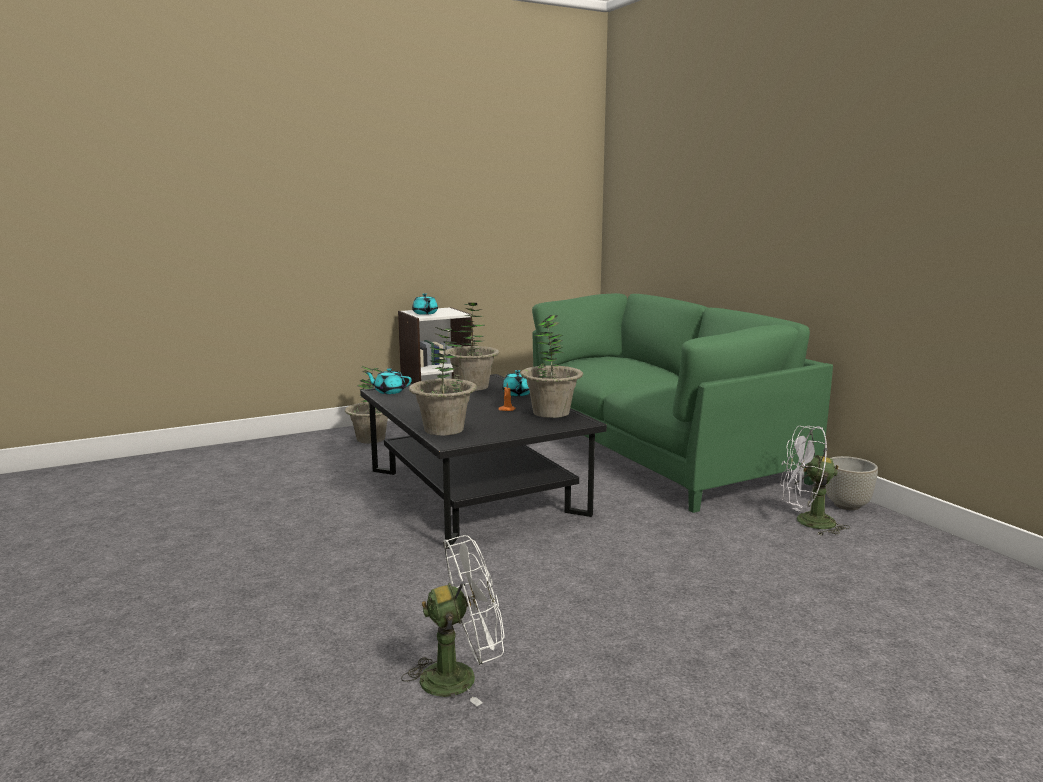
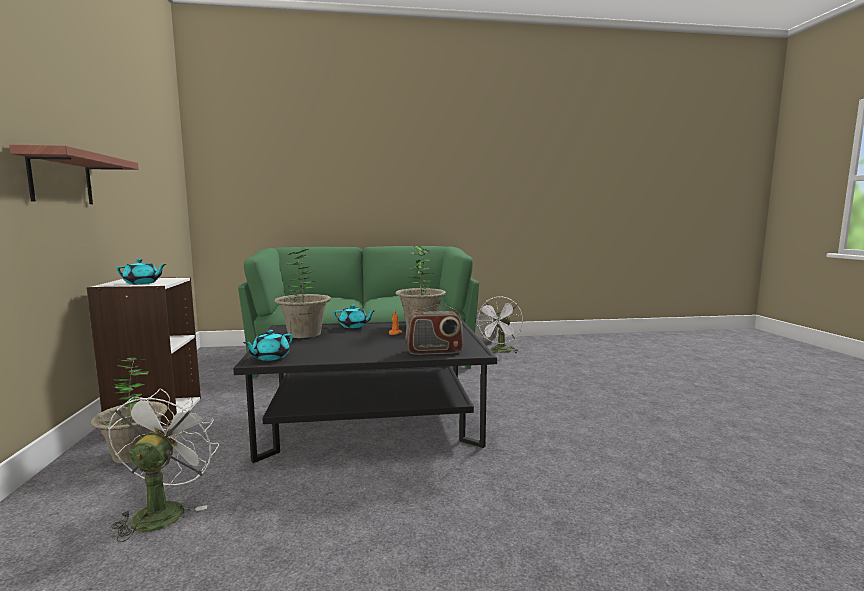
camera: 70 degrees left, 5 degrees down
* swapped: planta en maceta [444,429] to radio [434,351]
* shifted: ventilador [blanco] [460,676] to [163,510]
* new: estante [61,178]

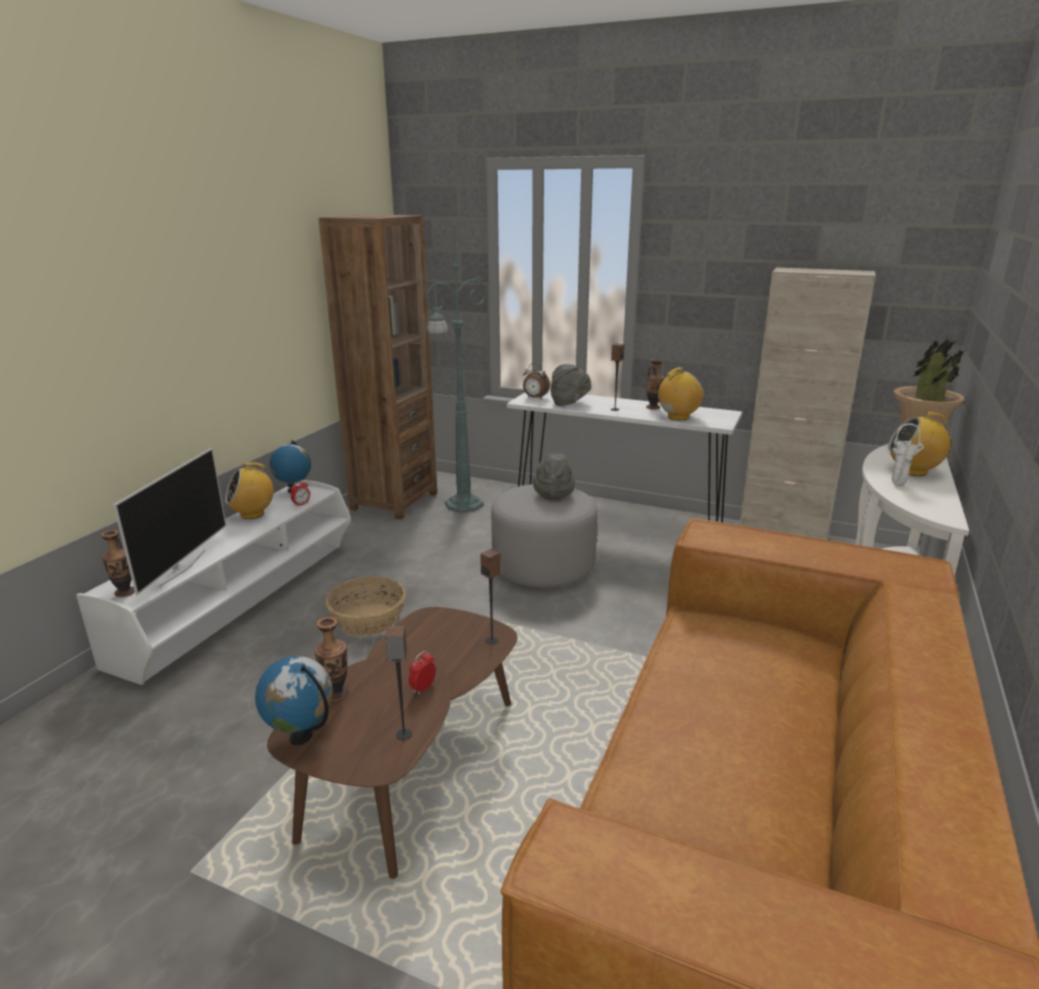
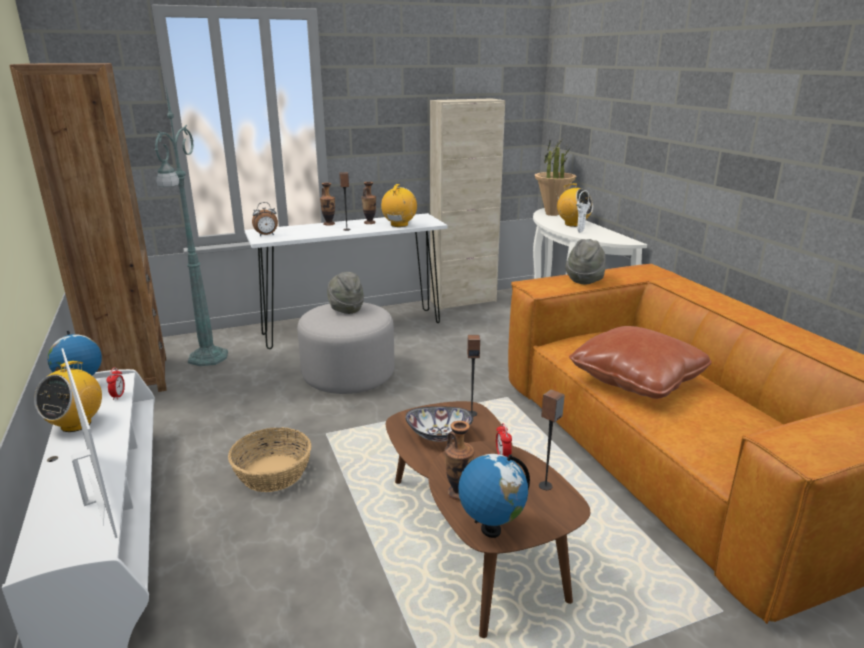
camera: 45 degrees left, 0 degrees up
* shifted: sombrero [gris] [569,403] to [585,279]
* rotated: radio [913,471] = [572,224] 105 degrees counterclockwise
* shifted: florero [125,593] to [329,224]
* new: cojín [marrón] [636,379]
* new: cuenco [439,435]

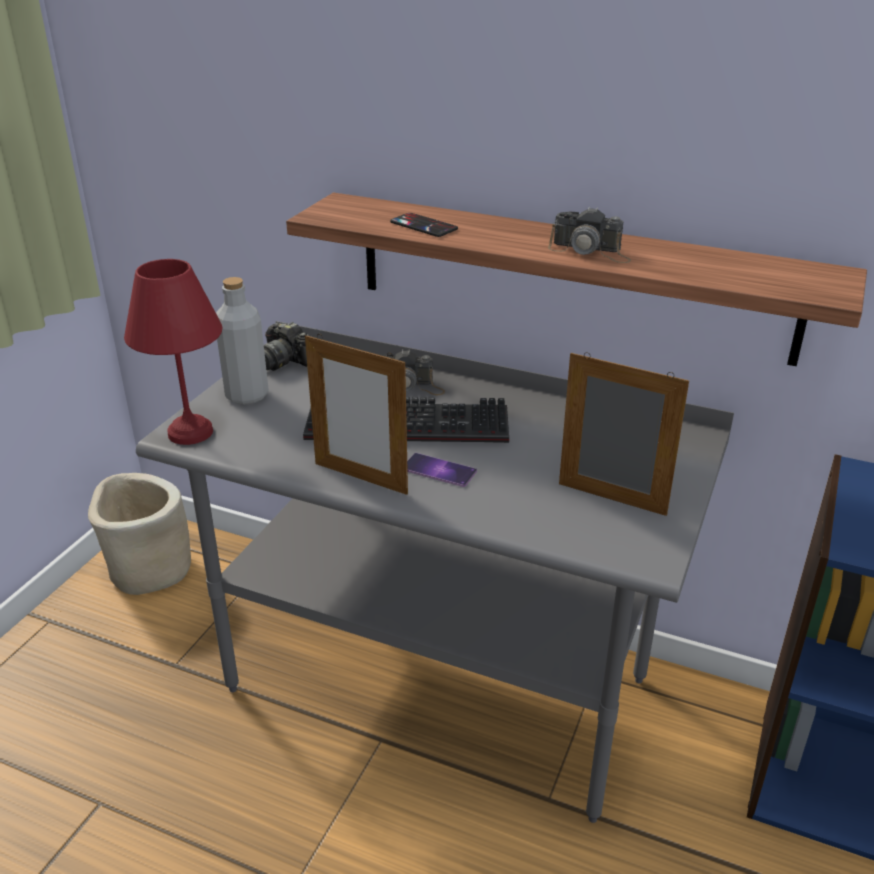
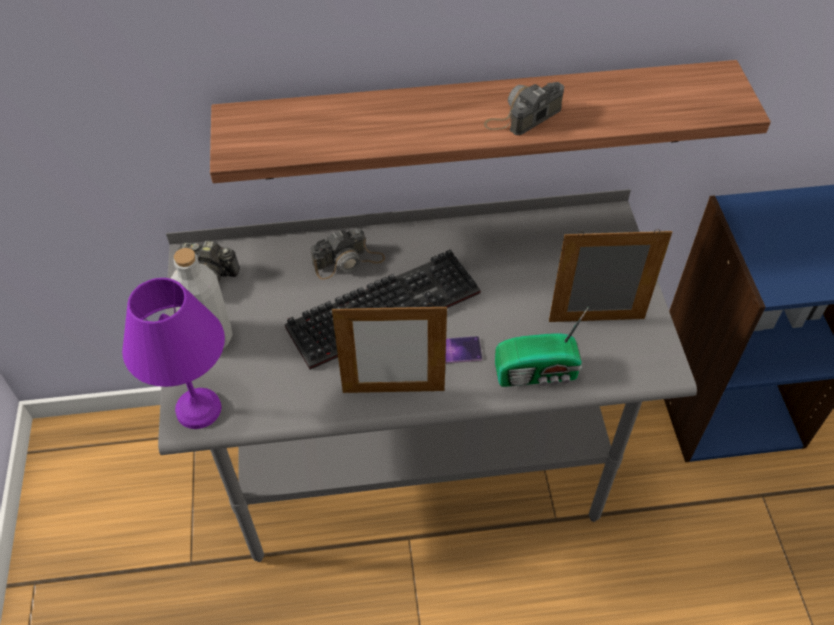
camera: 30 degrees left, 20 degrees up
* rotated: cámara [590,251] = [523,116] 150 degrees clockwise
* gone: móvil [423,226]
* repainted: lámpara de mesa [rojo] [190,434] to lámpara de mesa [morado] [199,411]
* gone: maceta [beis] [148,570]
* new: radio [538,373]

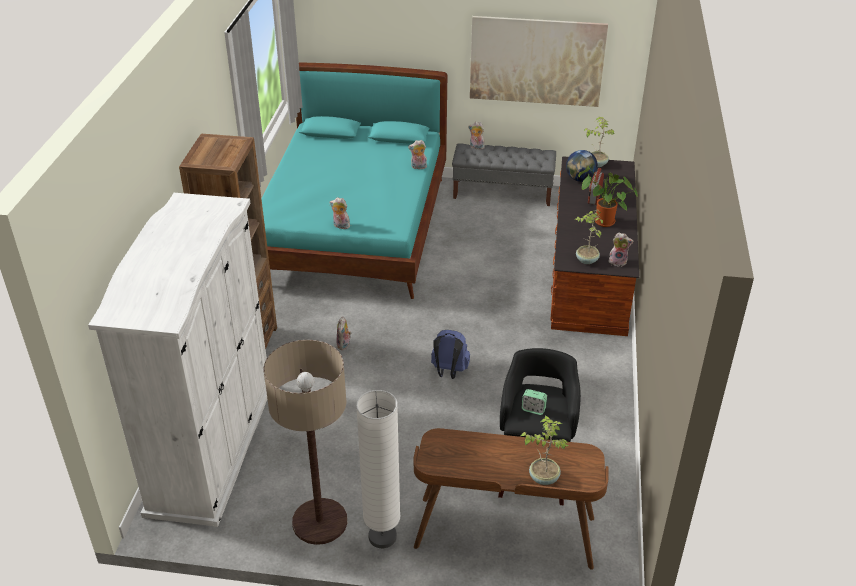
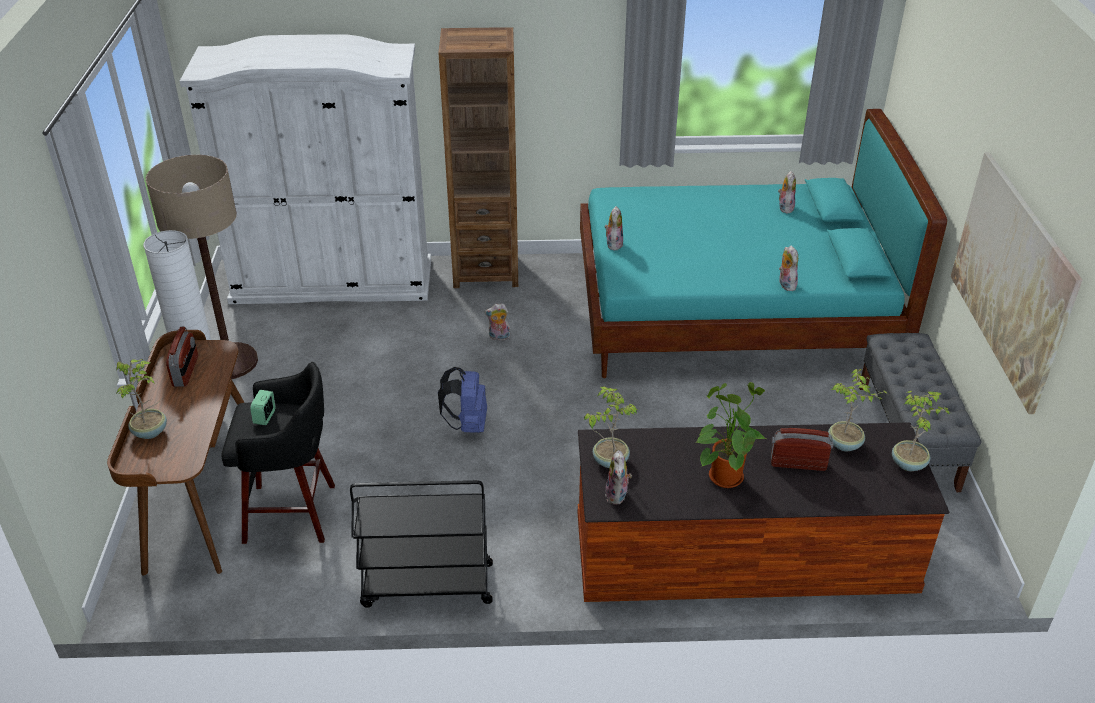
camera: 80 degrees right, 0 degrees up
* shifted: peluche [476,147] to [785,207]
* swapped: globo terráqueo [580,179] to planta en maceta [845,445]
* new: radio [186,371]
* new: carrito [negro] [426,586]

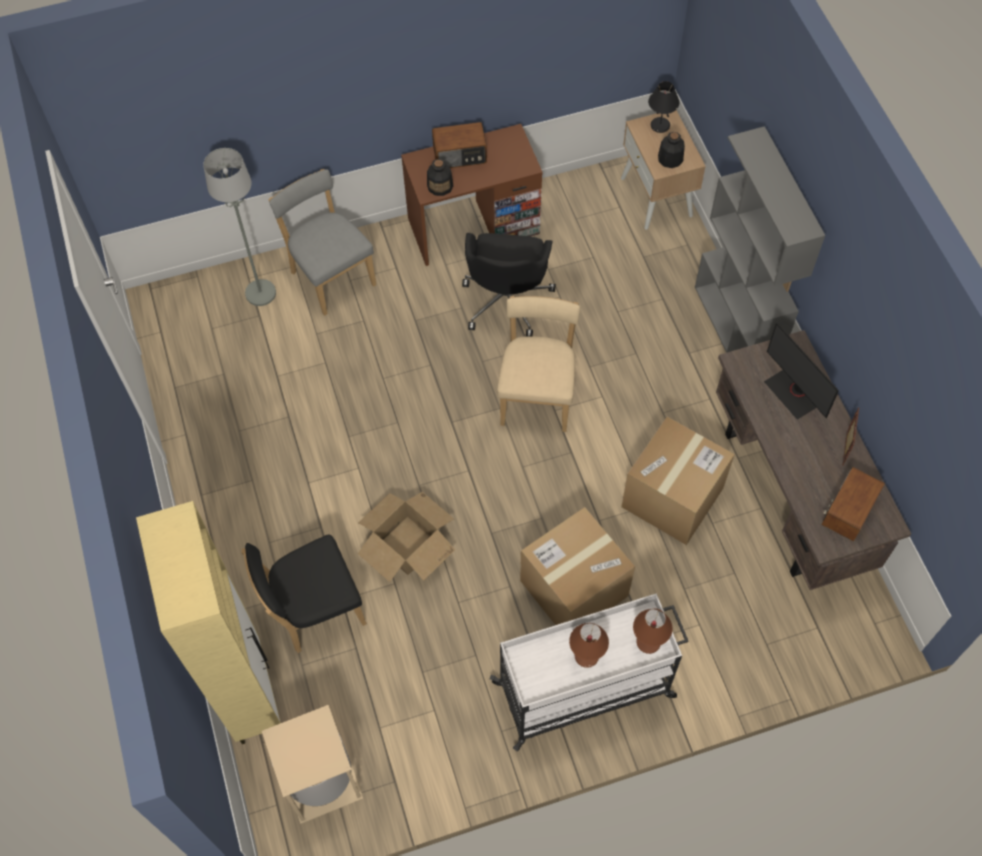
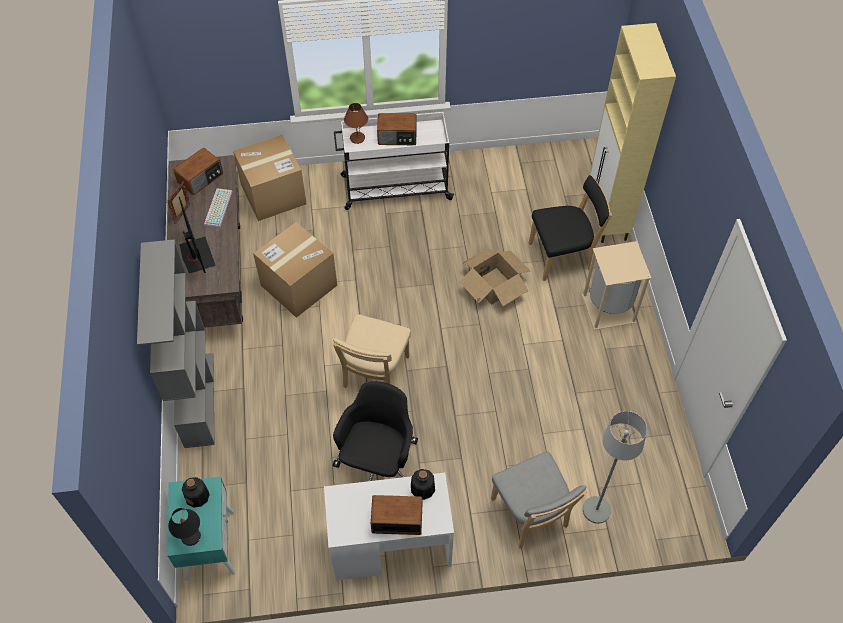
camera: 170 degrees left, 5 degrees down
* repainted: mesita de noche [beis] [656,197] to mesita de noche [turquesa] [209,544]
* repainted: escritorio [marrón] [473,226] to escritorio [blanco] [390,545]
* shifted: caja de cartón [574,588] to [273,194]
* swapped: lámpara de mesa [marrón] [586,656] to radio [397,137]
* shifted: papelera [beis] [323,781] to [607,307]
* new: teclado [217,207]

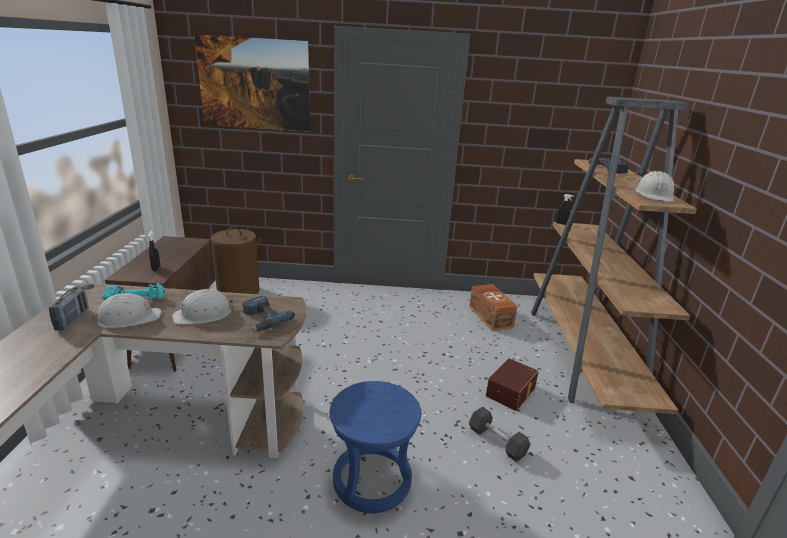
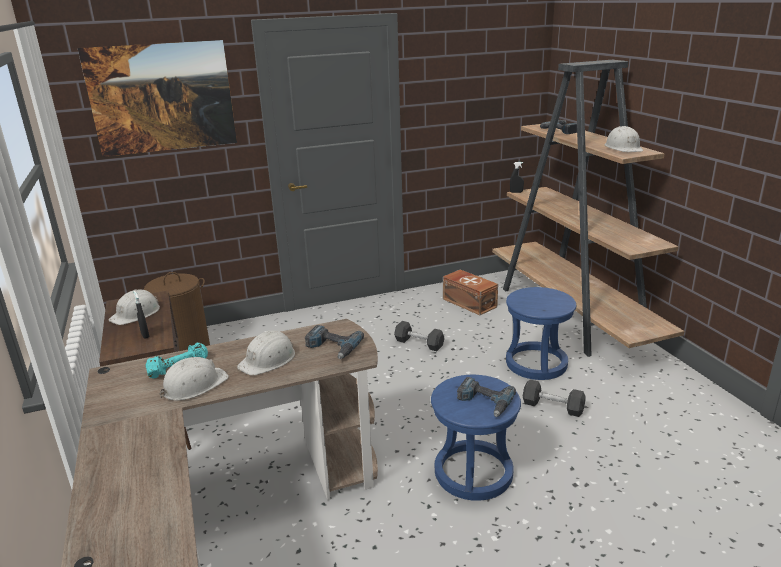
camera: 20 degrees left, 0 degrees up
* gone: radio [72,319]
* swapped: caja de almacenaje [marrón] [511,392] to taburete [azul] [536,363]
* new: casco [blanco] [136,313]
* new: mancuerna [gris] [419,343]
* new: taladro [484,402]

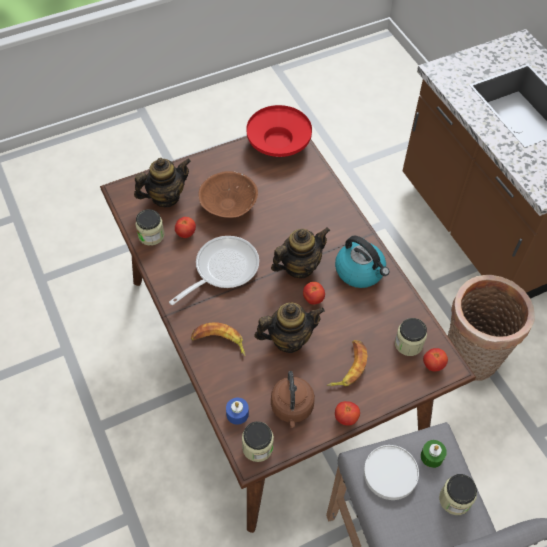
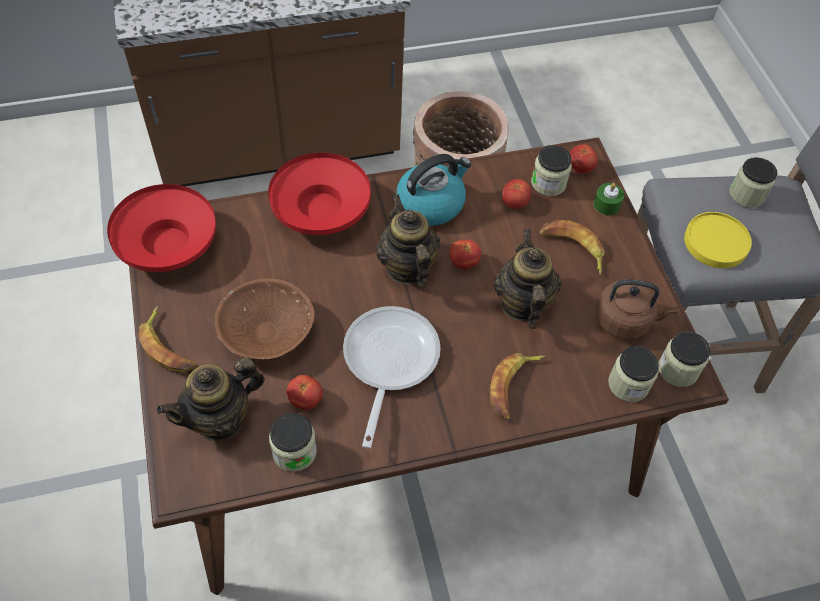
camera: 80 degrees left, 0 degrees up
* rotated: tetera [165,197] = [220,419] 105 degrees counterclockwise
* rotated: sartén [222,269] = [388,362] 45 degrees clockwise
* swapped: vela [azul] [237,414] to tarro [628,384]
* shifted: tomate [346,418] to [514,203]
* shifted: vela [verde] [432,456] to [606,205]
* repainted: plato [blanco] [390,473] to plato [amarillo] [715,242]
* new: cuenco [rojo] [320,211]
* new: plátano [168,346]

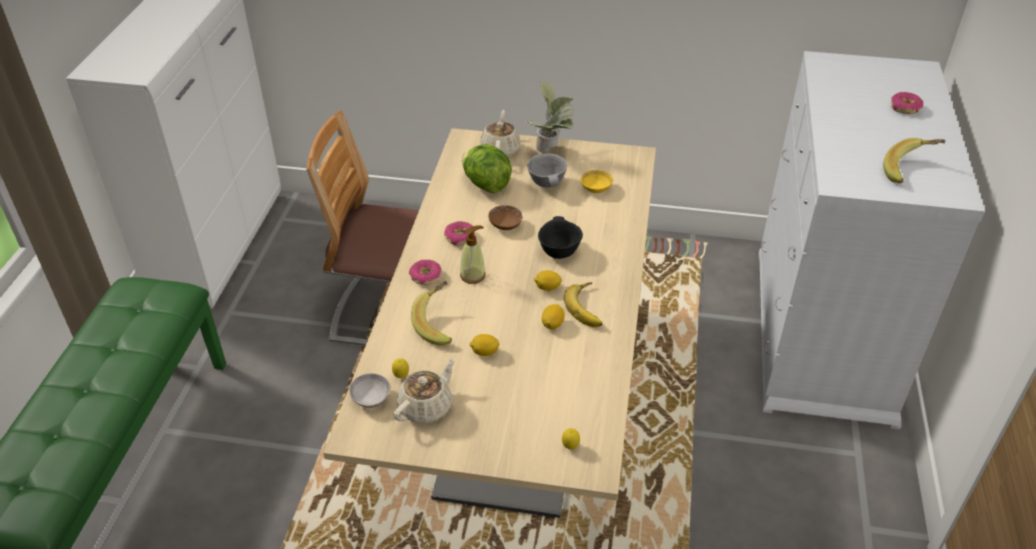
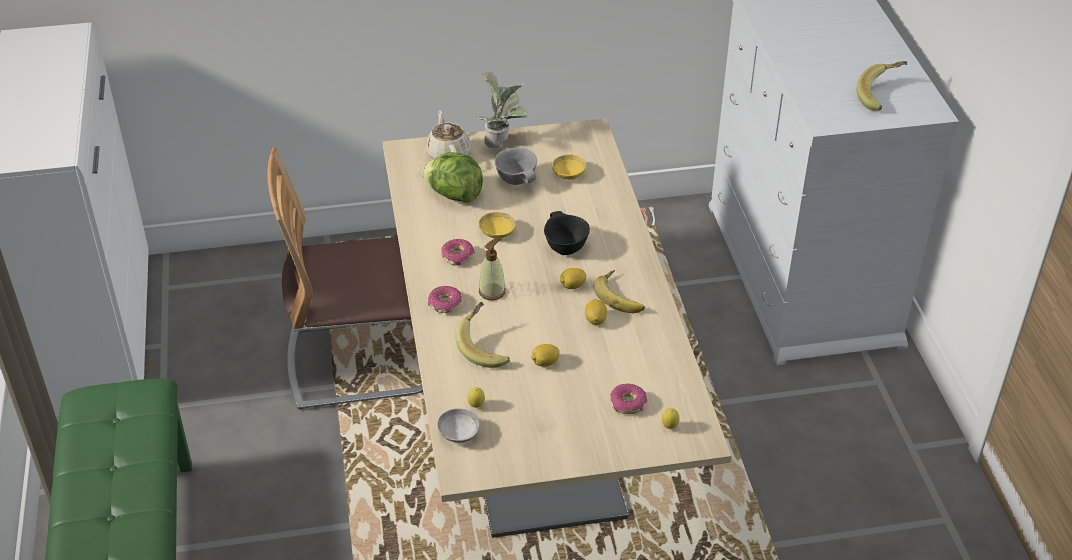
camera: 20 degrees left, 0 degrees up
* shifted: rosquilla [905,108] to [628,403]
* repainted: cuenco [marrón] [505,225] to cuenco [amarillo] [497,233]
* gone: tetera [beis] [426,406]

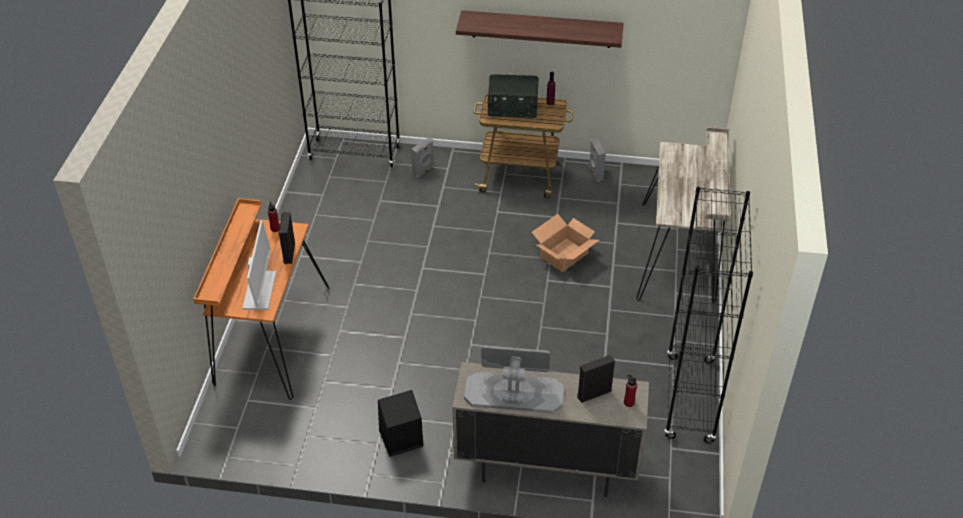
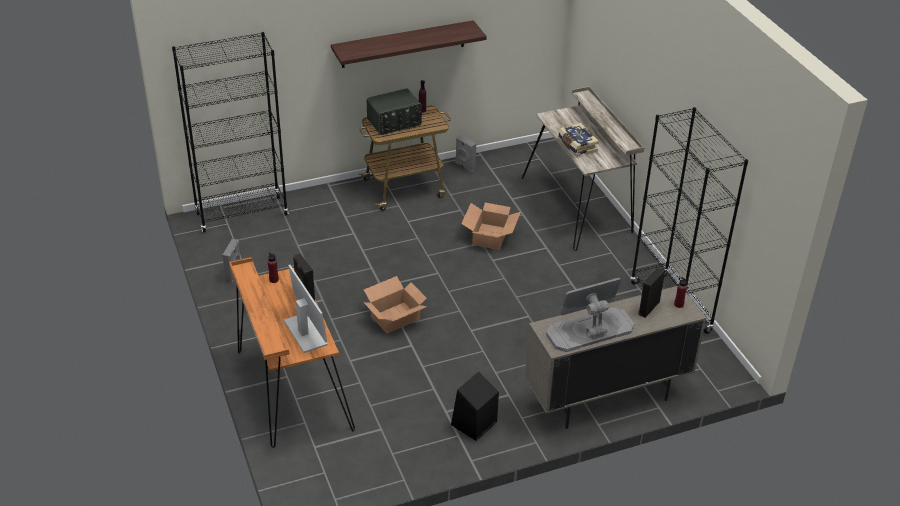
camera: 30 degrees left, 5 degrees down
* shifted: altavoz [gris] [424,171] to [234,275]
* new: libro [576,146]
* new: caja de cartón [396,318]

